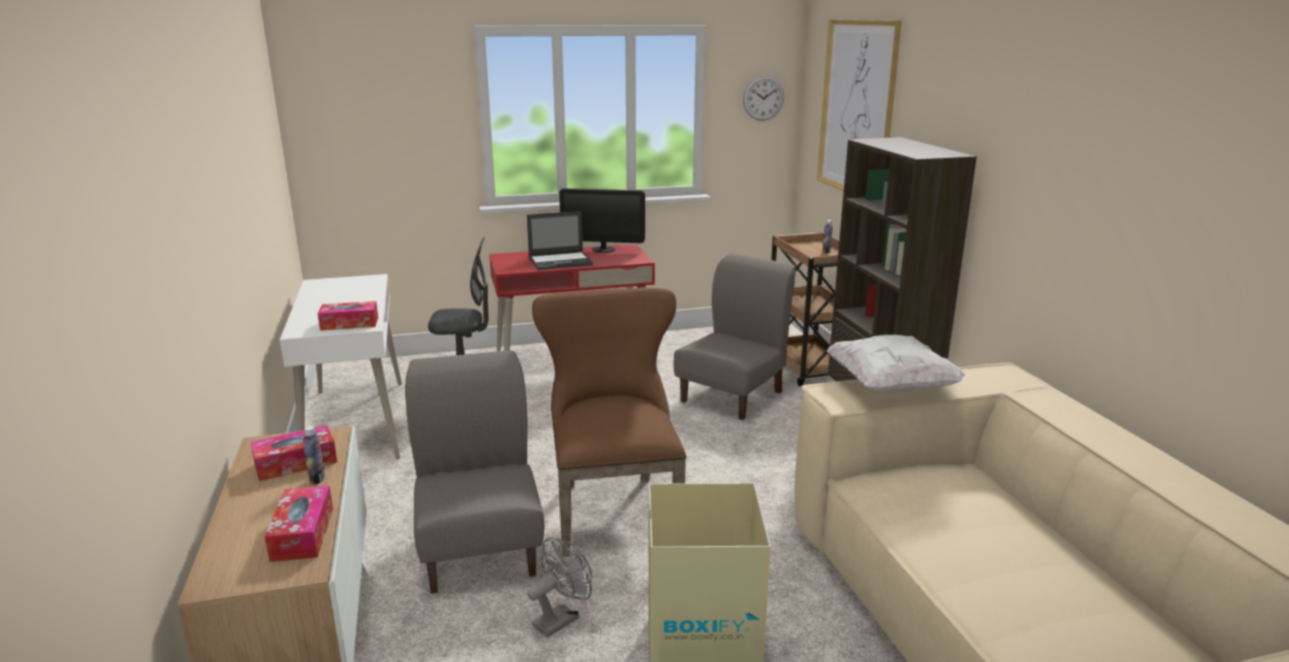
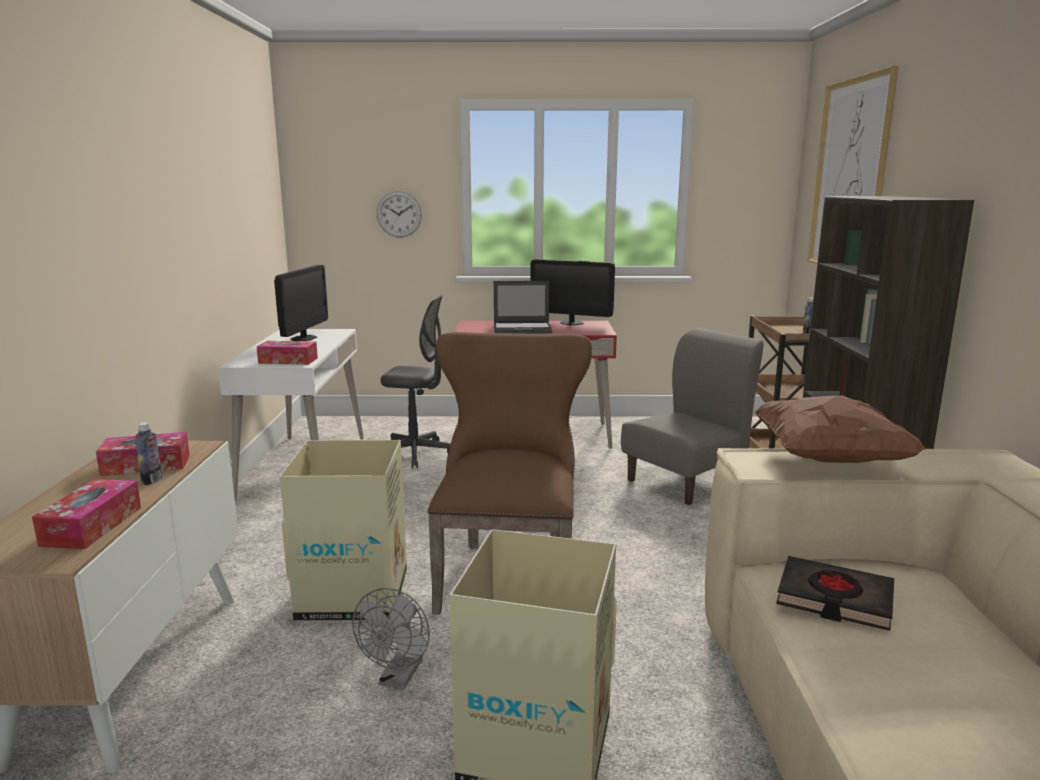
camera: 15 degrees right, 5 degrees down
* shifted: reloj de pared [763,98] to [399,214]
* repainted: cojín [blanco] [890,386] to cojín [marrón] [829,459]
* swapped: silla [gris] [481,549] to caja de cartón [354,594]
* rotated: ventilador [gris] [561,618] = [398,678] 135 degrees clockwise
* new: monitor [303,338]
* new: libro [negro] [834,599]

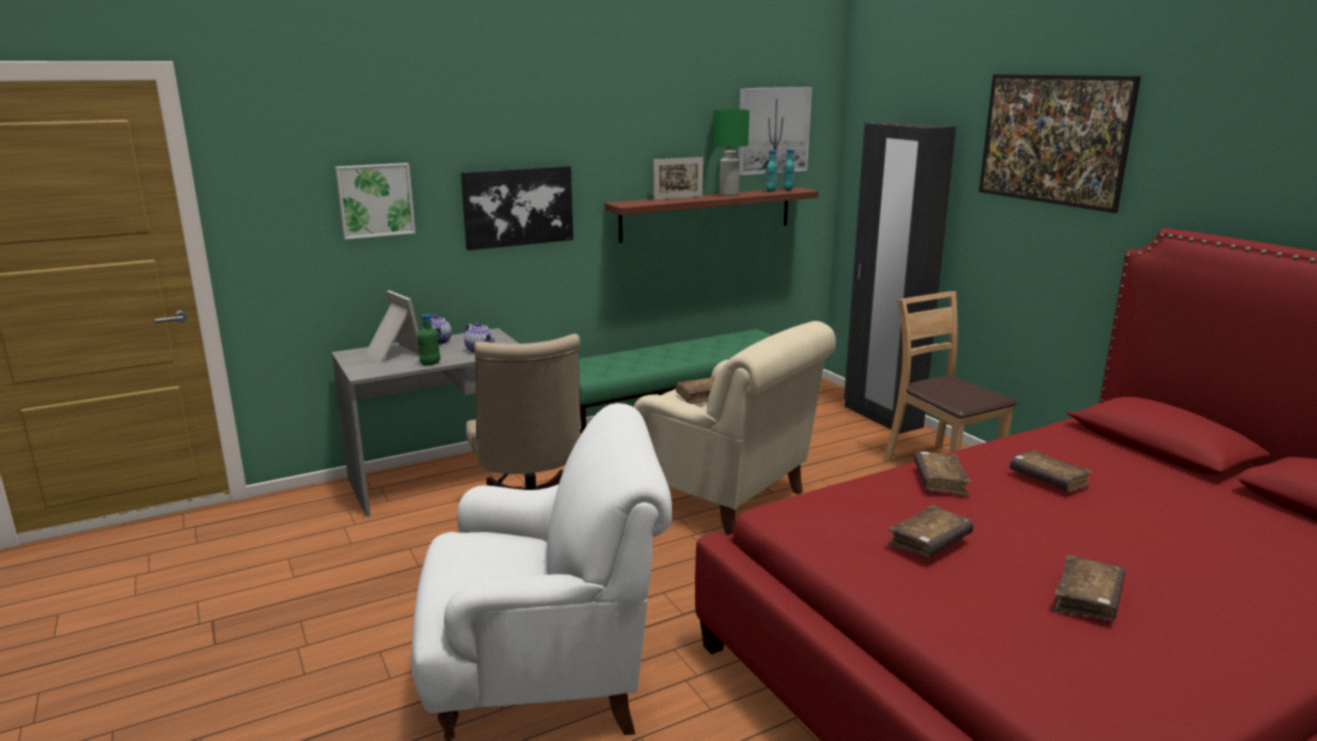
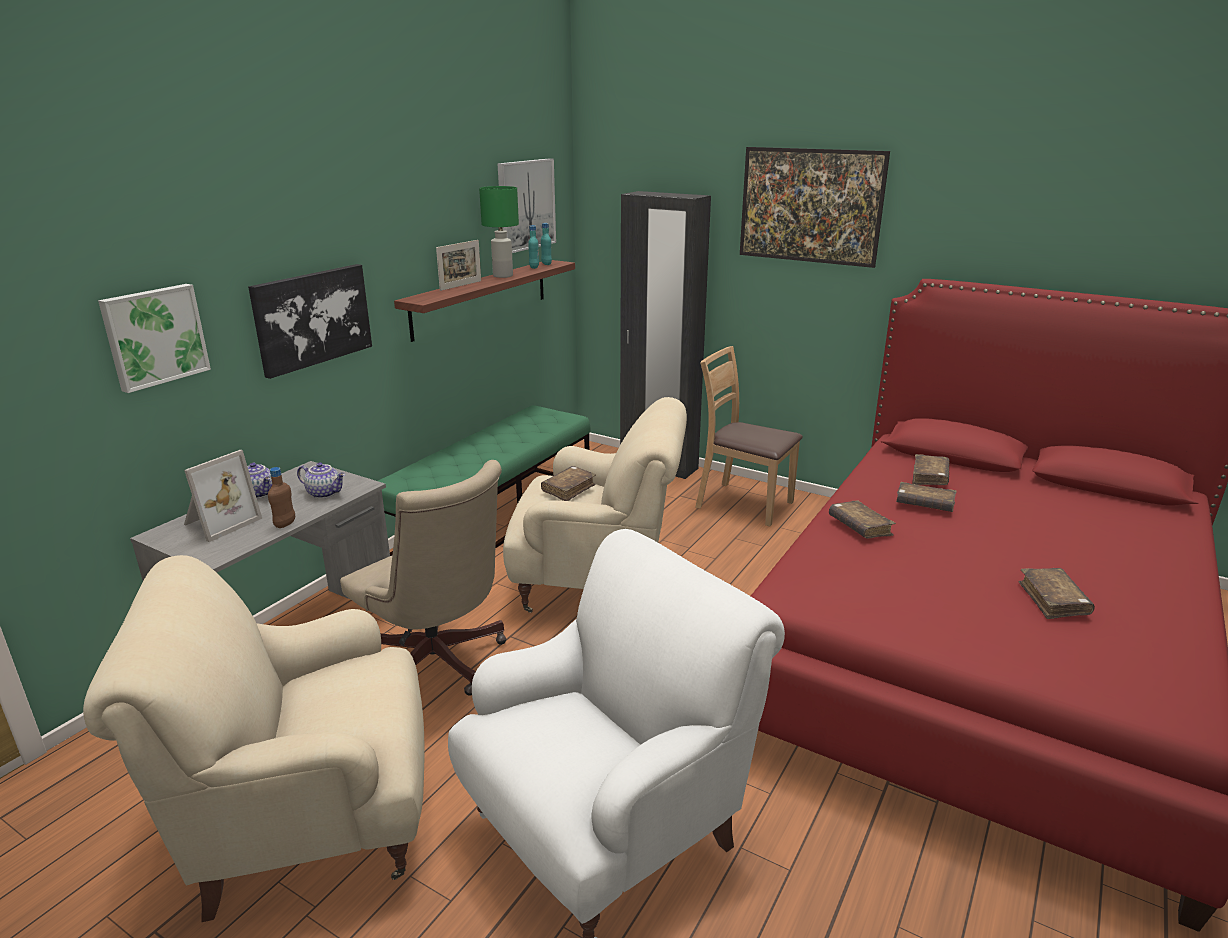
camera: 30 degrees left, 5 degrees up
* rotated: portarretratos [392,354] = [219,522] 105 degrees clockwise
* repainted: botella [verde] [430,364] to botella [marrón] [285,524]
* shifted: libro [marrón] [929,542] to [929,477]
* new: sillón [beis] [309,821]

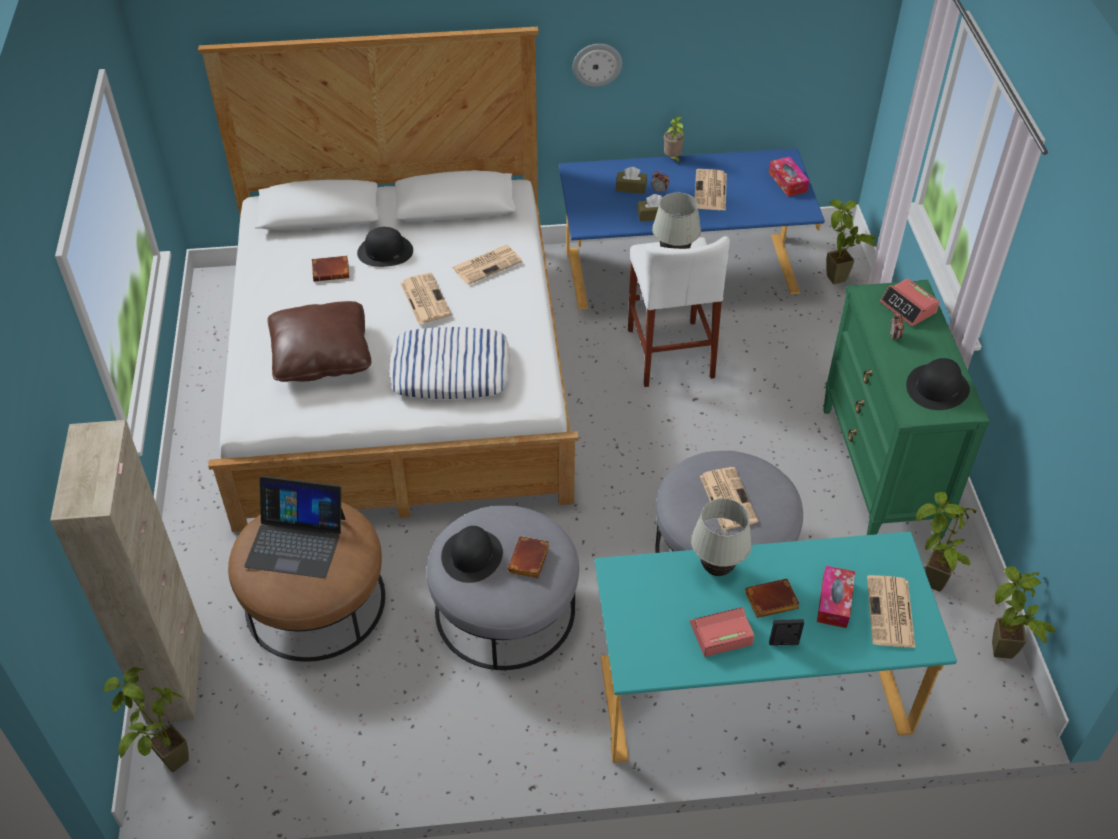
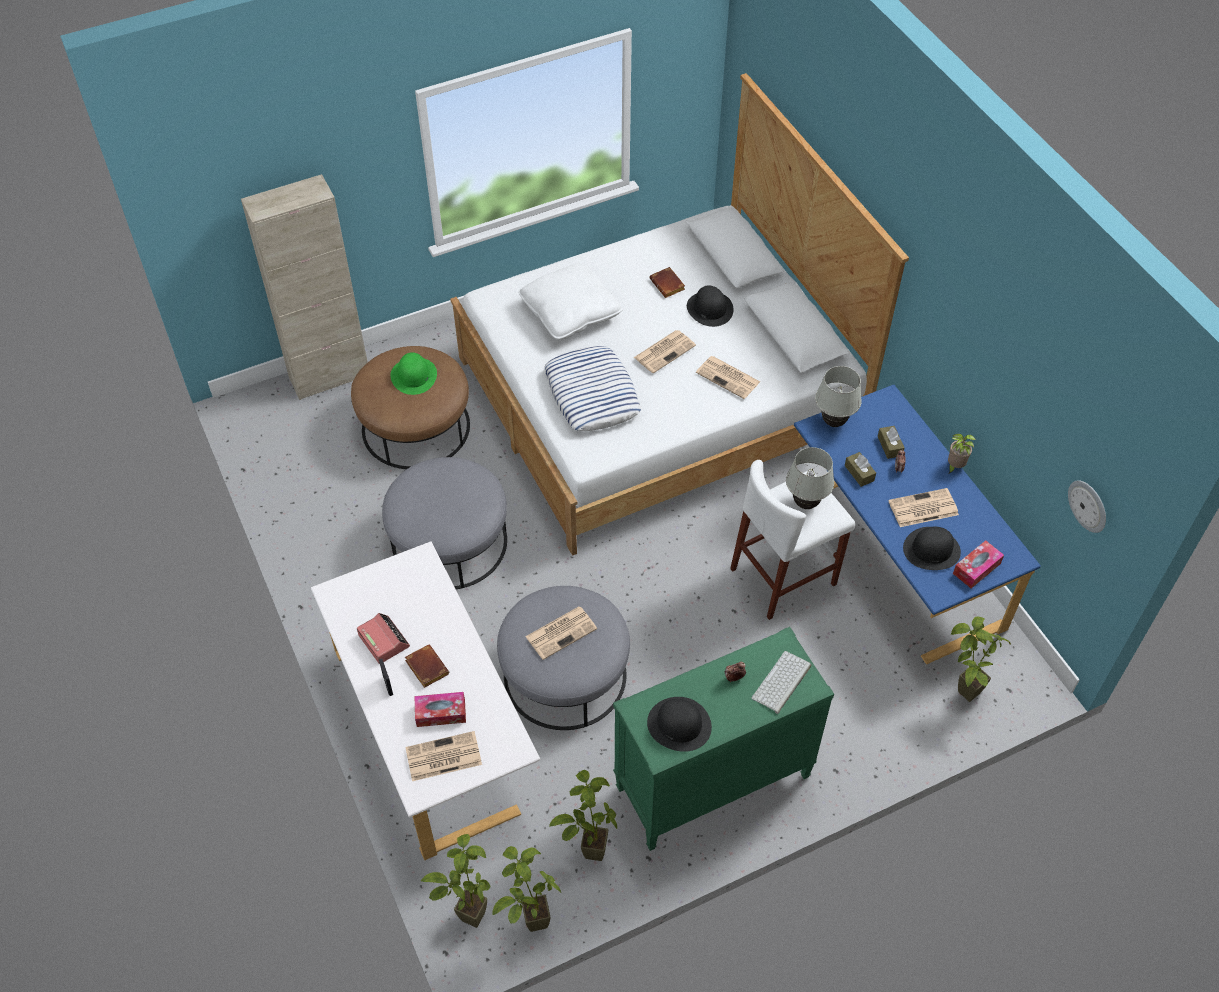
camera: 70 degrees right, 5 degrees up
* shifted: reloj de pared [597,64] to [1088,505]
* swapped: despertador [908,307] to teclado [782,683]
* repainted: cojín [marrón] [321,355] to cojín [blanco] [570,312]
* swapped: portátil [296,541] to sombrero [verde] [414,376]
* shifted: lámpara de mesa [blanco] [717,569] to [833,422]
* shifted: sombrero [negro] [472,555] to [932,549]
* repainted: escritorio [turquesa] [752,687] to escritorio [blanco] [432,729]
* gone: libro [marrón] [529,561]
* shifted: planta en maceta [165,765] to [466,910]

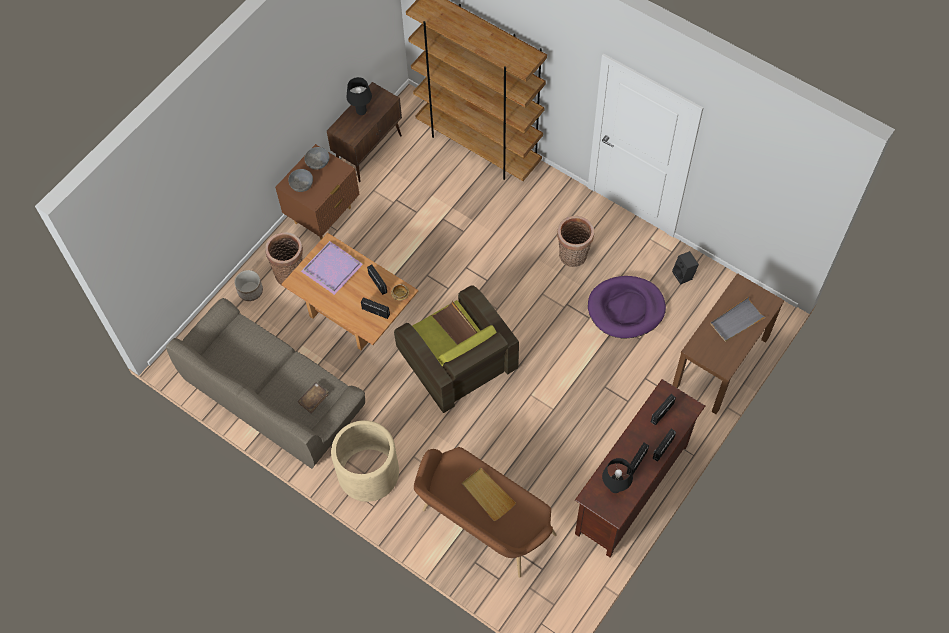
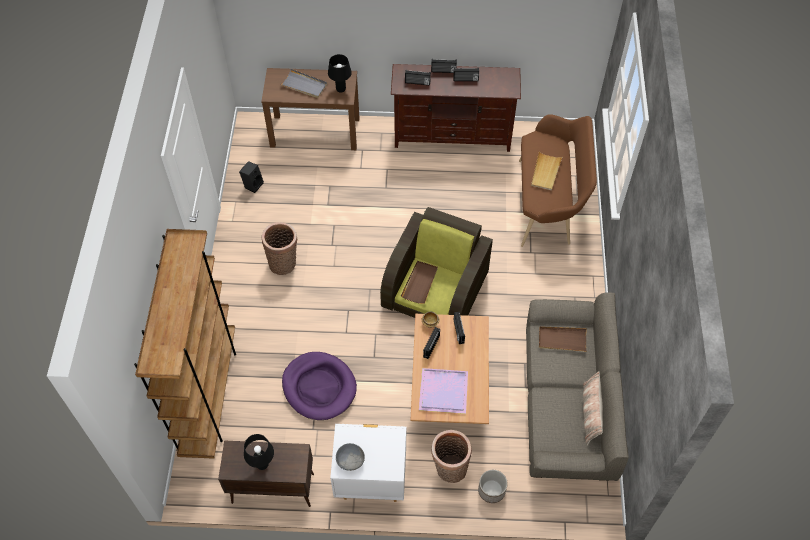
camera: 125 degrees left, 5 degrees down
* repainted: mesita de noche [marrón] [323,216] to mesita de noche [blanco] [371,481]
* gone: cuenco [gris] [302,184]
* shifted: cama para perro [morado] [626,309] to [319,387]
* swapped: libro [marrón] [313,399] to bandeja [marrón] [562,340]
* gone: maceta [beis] [368,473]
* shifted: lámpara de mesa [negro] [615,487] to [340,89]
* new: cojín [590,413]

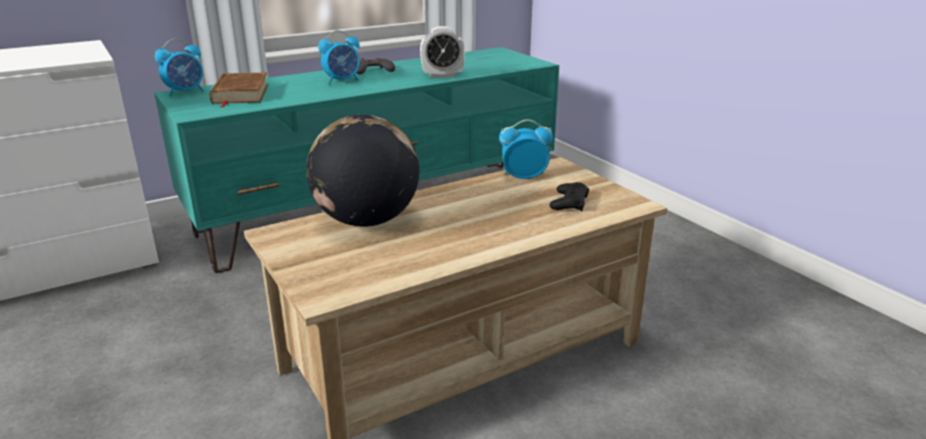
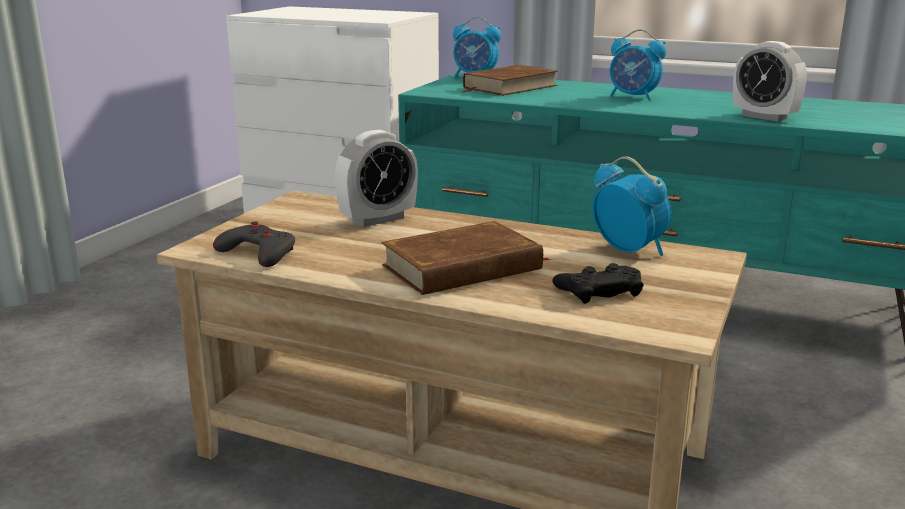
camera: 55 degrees right, 5 degrees down
* shifted: mando de consola [gris] [373,70] to [258,253]
* swapped: globo terráqueo [366,220] to despertador [378,219]
* new: libro [marrón] [463,268]

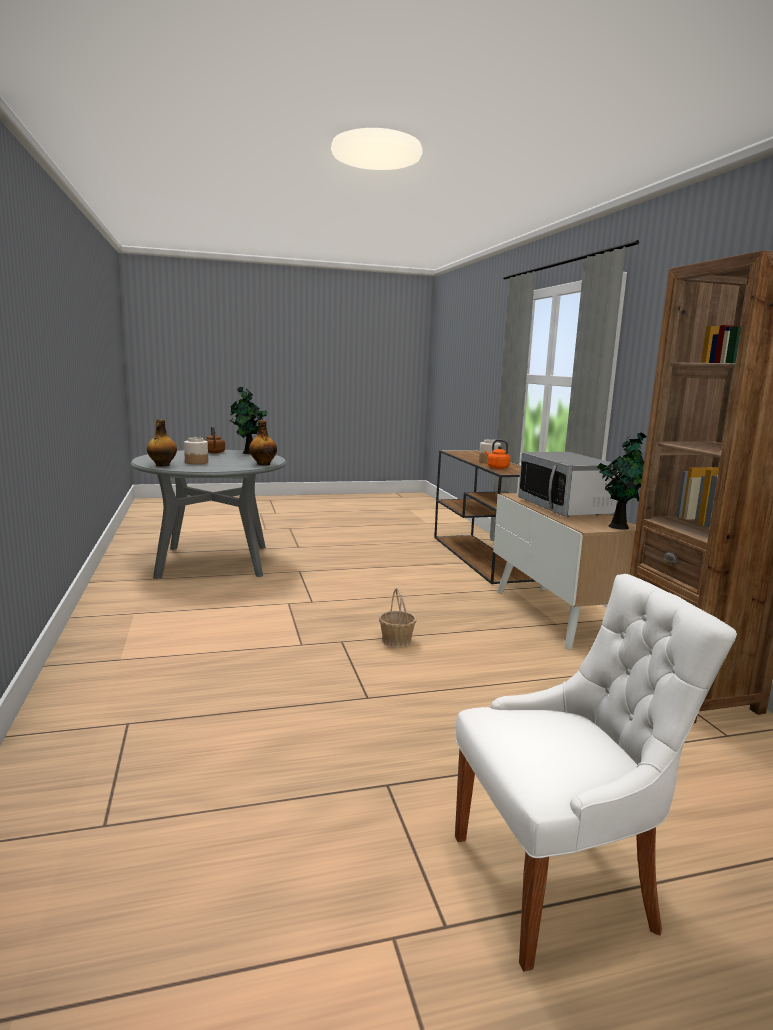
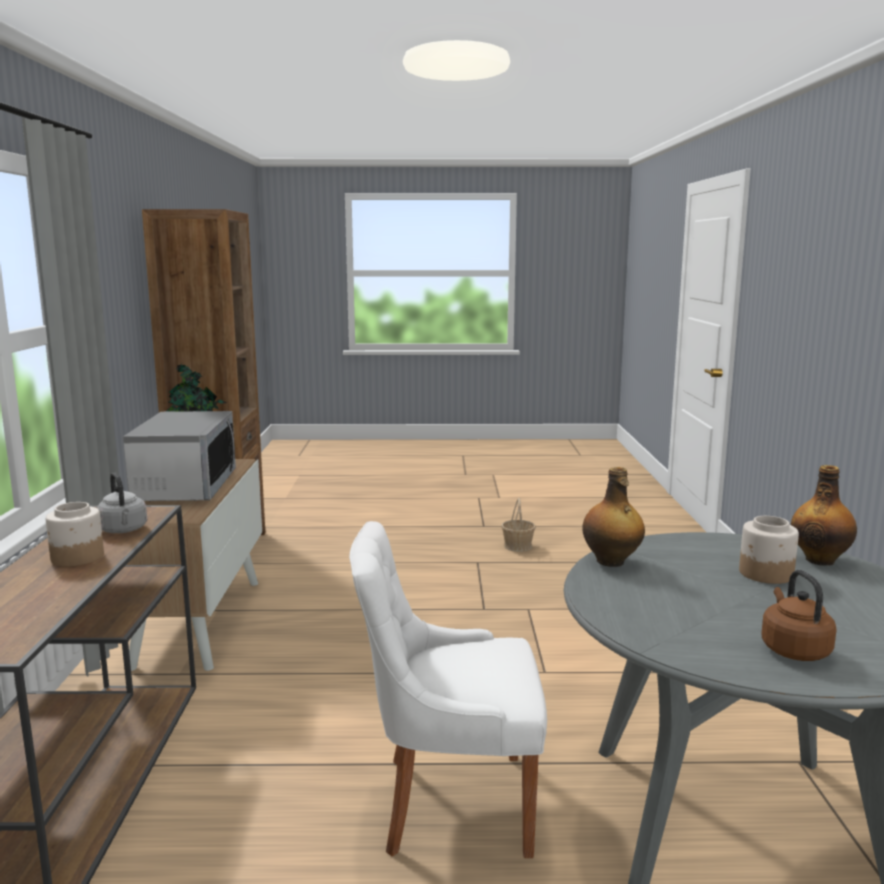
camera: 165 degrees left, 0 degrees up
* gone: planta en maceta [248,453]
* repainted: hervidor [naranja] [496,467] to hervidor [gris] [123,530]
* shifted: silla [blanco] [559,881] to [449,803]
* shifted: cesta [396,641] to [518,546]

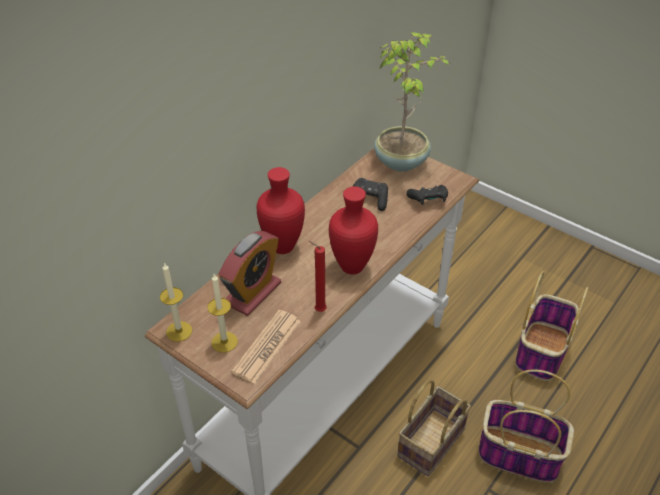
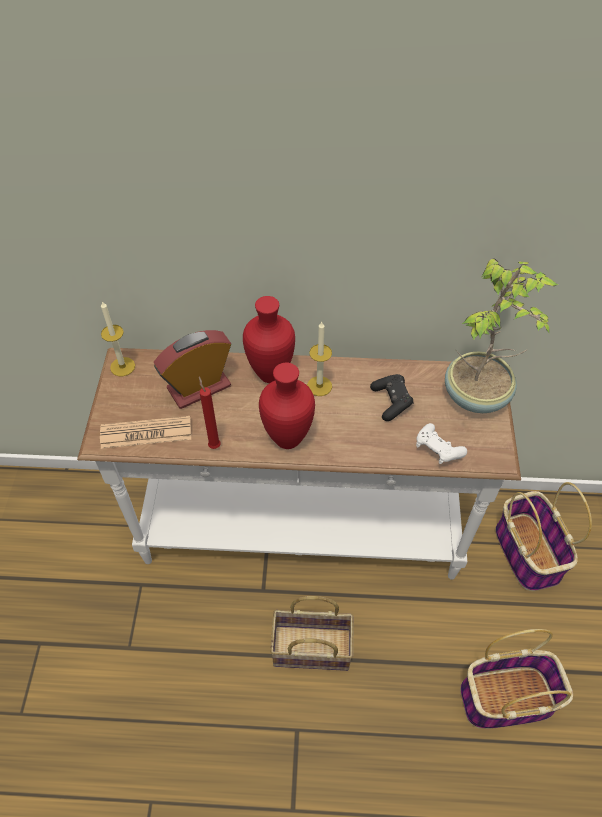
camera: 55 degrees right, 10 degrees up
* repainted: mando de consola [negro] [428,201] to mando de consola [blanco] [437,450]
* rotated: despertador [253,293] = [199,387] 150 degrees clockwise
* shifted: vela [224,342] to [319,386]
* shifted: cesta [517,454] to [526,551]

